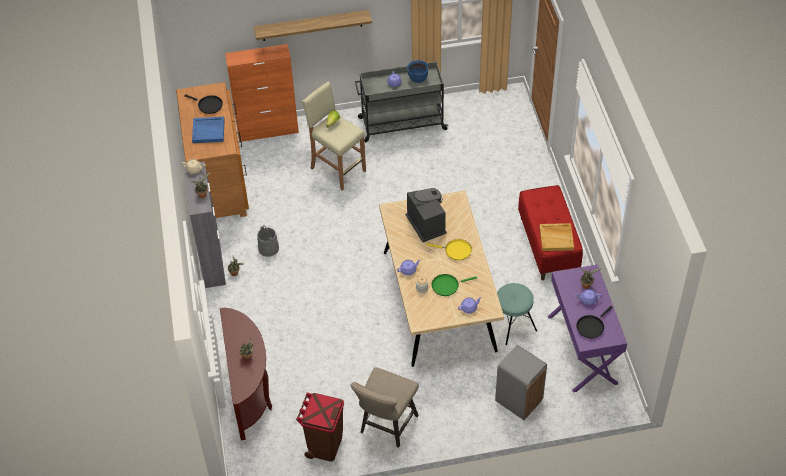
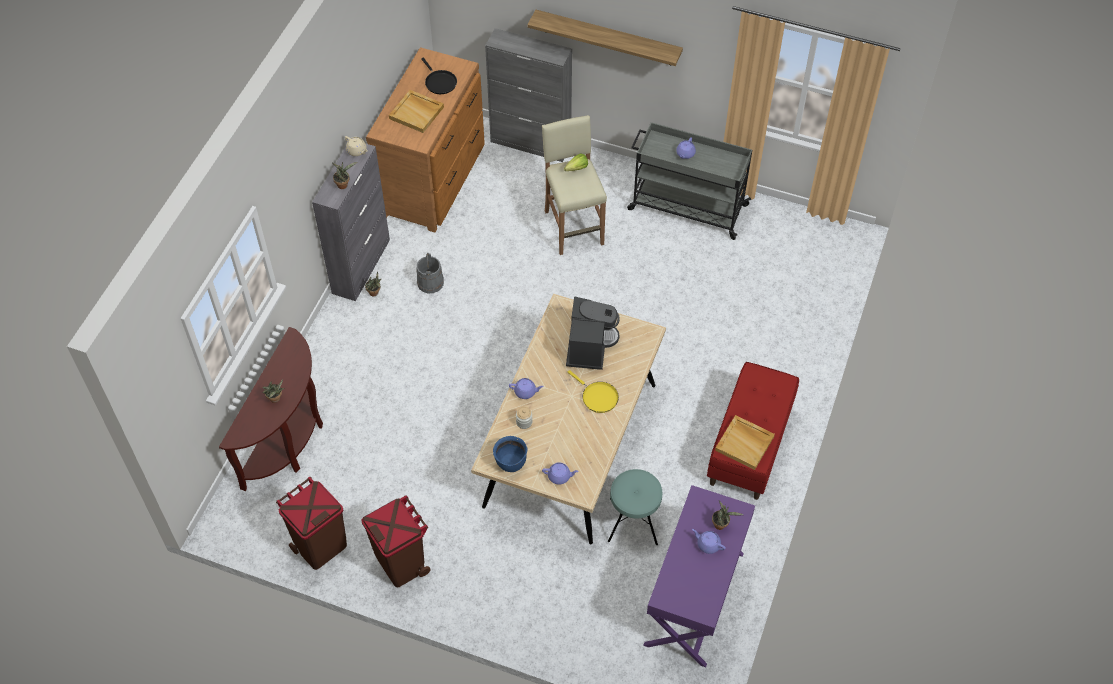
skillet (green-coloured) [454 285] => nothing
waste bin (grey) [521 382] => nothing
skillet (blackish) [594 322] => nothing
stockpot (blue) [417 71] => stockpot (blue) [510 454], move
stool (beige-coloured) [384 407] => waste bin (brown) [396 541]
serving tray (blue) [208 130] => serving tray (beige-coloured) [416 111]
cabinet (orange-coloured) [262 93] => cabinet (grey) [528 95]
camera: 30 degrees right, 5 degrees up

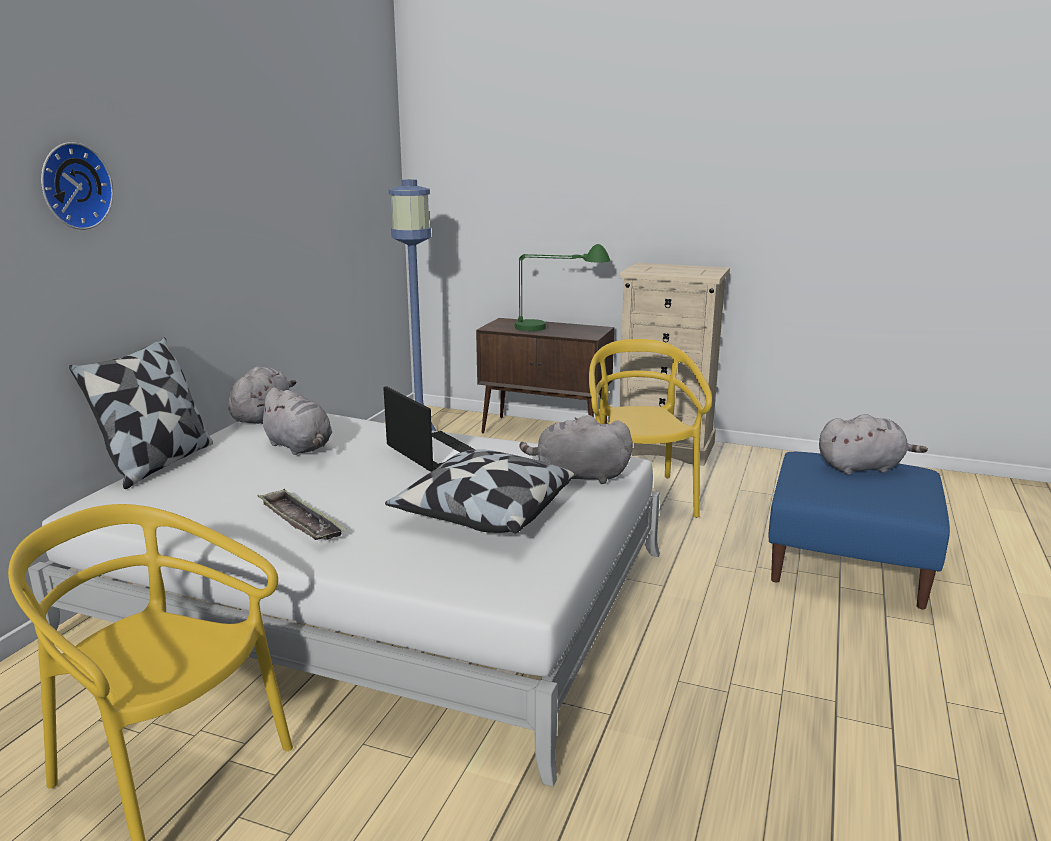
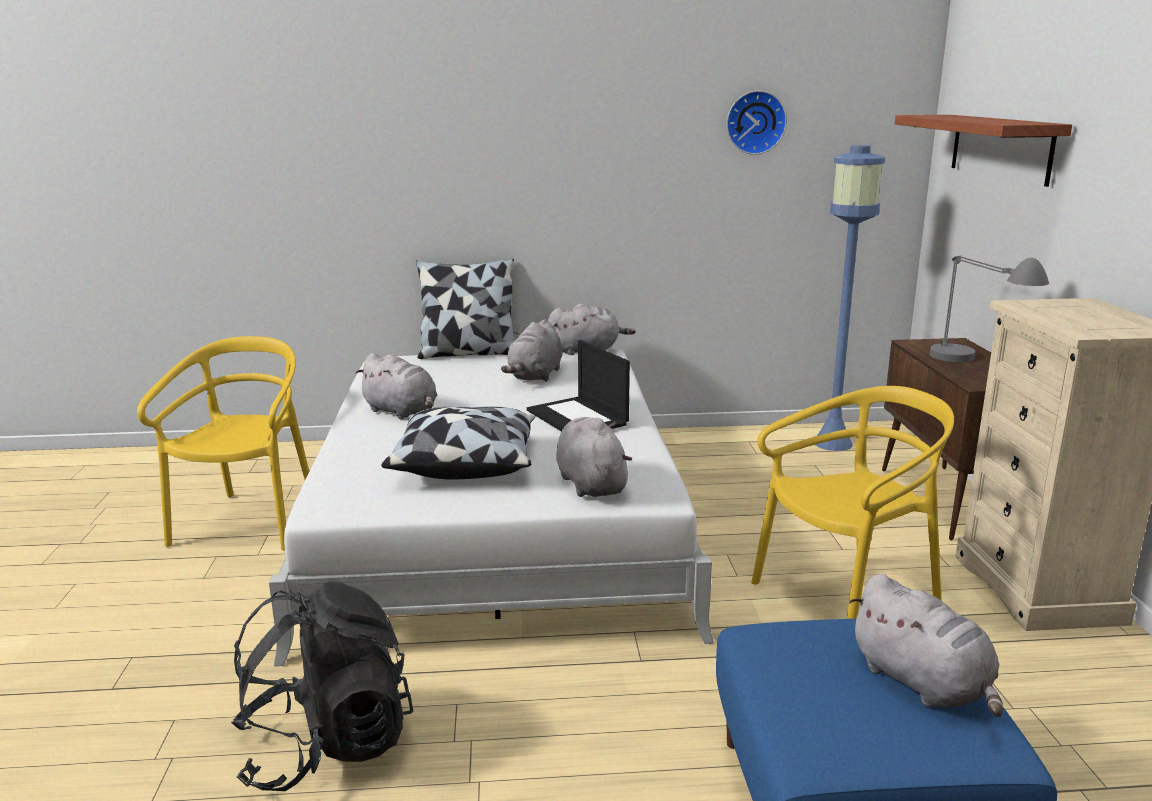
nothing => backpack (blackish) [322 686]
nothing => bracket shelf [983 151]
wall clock [77 186] => wall clock [756 122], move
serving tray [302 514] => soft toy (grey) [396 386]
table lamp (green-coloured) [562 287] => table lamp (grey) [989 308]
portable computer [429 429] => portable computer [578 385], 120 degrees clockwise
camera: 65 degrees right, 0 degrees up

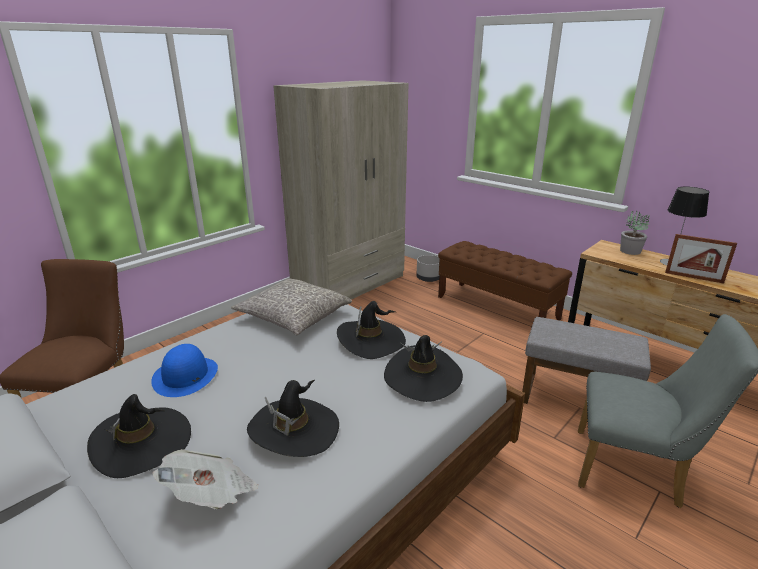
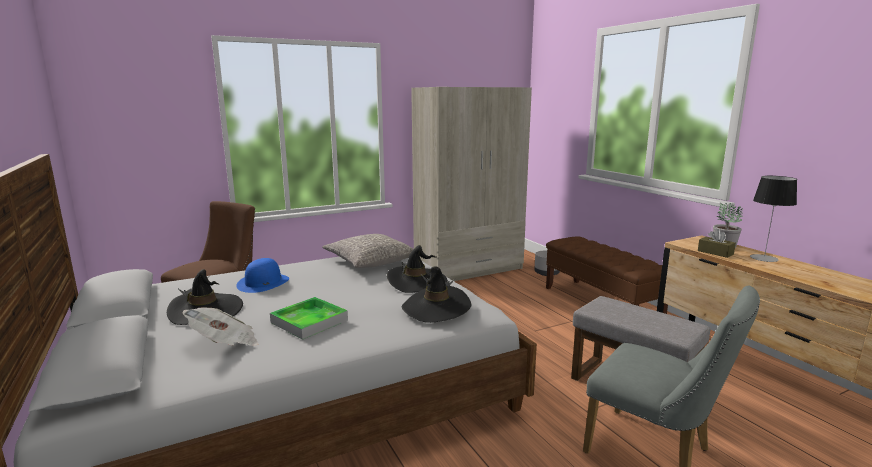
photo frame [701 259] => nothing
nothing => tissue box (brown) [717 243]
clothing hat (blackish) [293 418] => serving tray [309 318]
camera: 20 degrees right, 10 degrees down

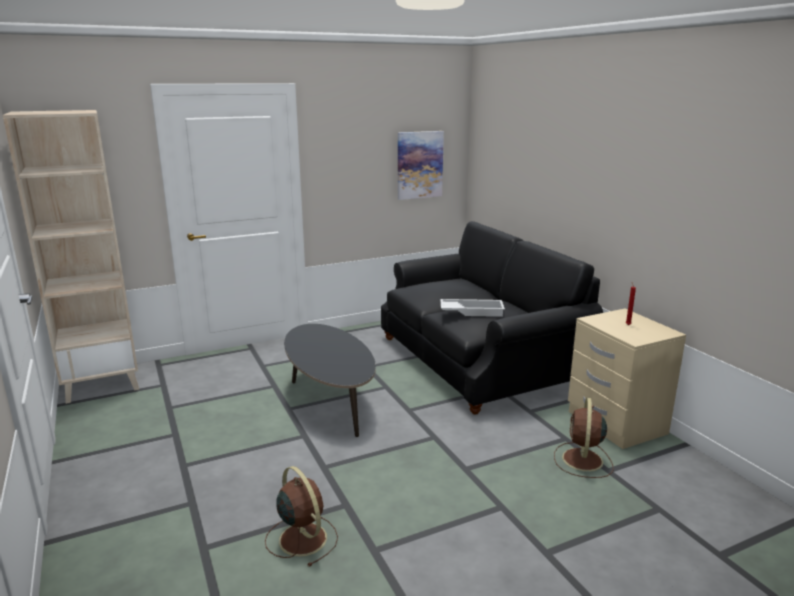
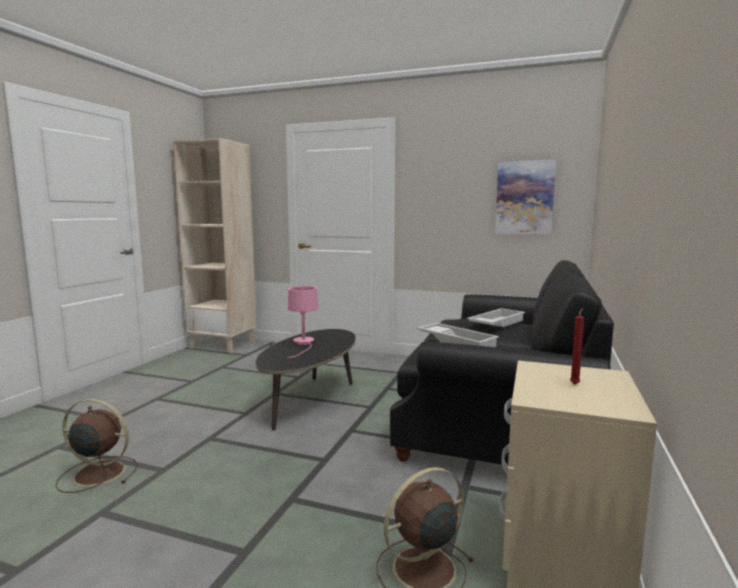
nothing => table lamp (pink-coloured) [303 322]
nothing => serving tray (whitish) [496 317]
cooling fan (brown) [301 516] => cooling fan (brown) [97 446], 90 degrees counterclockwise
camera: 45 degrees right, 10 degrees down

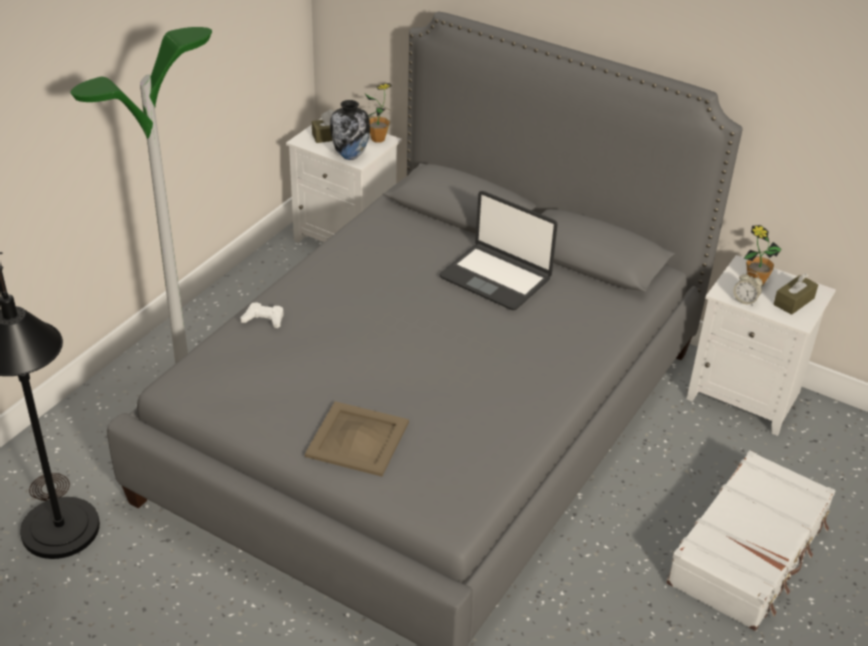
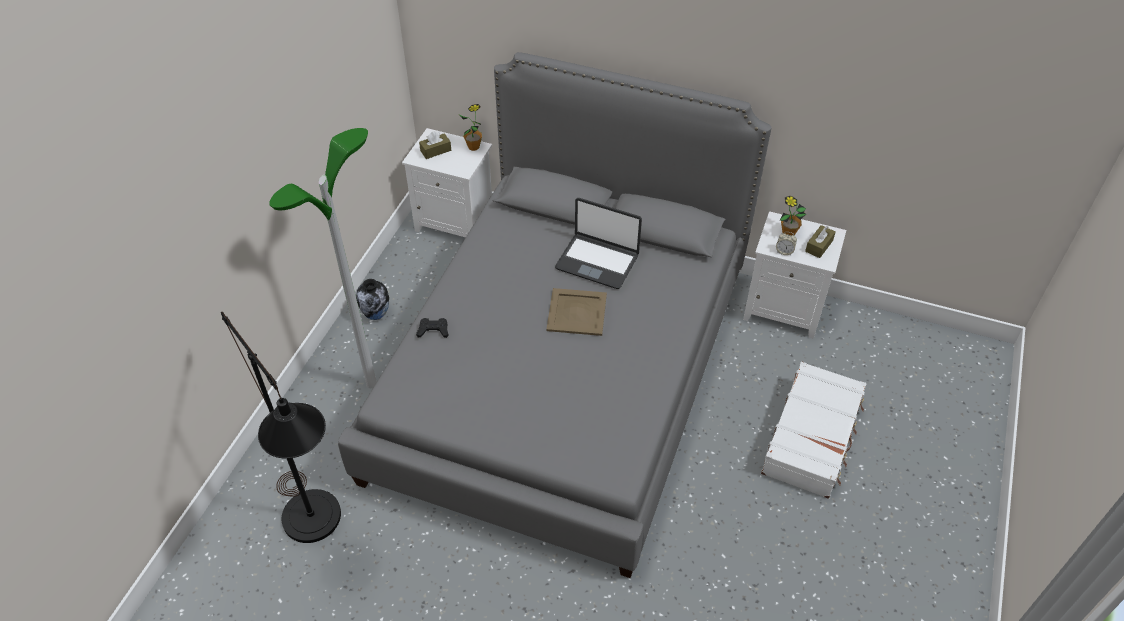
serving tray (beige-coloured) [357 439] => serving tray (beige-coloured) [576 312], move
vase [350 130] => vase [372 299], move
joypad (whitish) [262 315] => joypad (blackish) [432 328]
camera: 10 degrees left, 10 degrees up

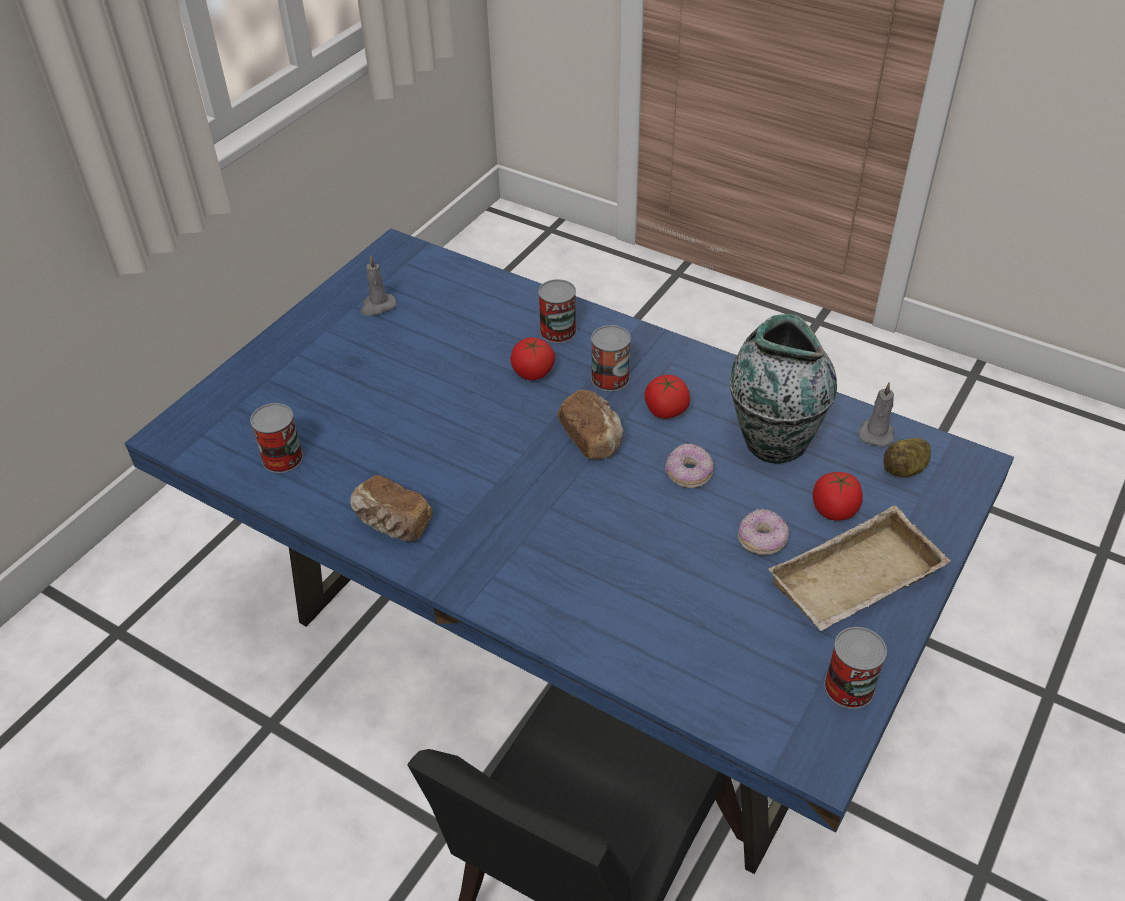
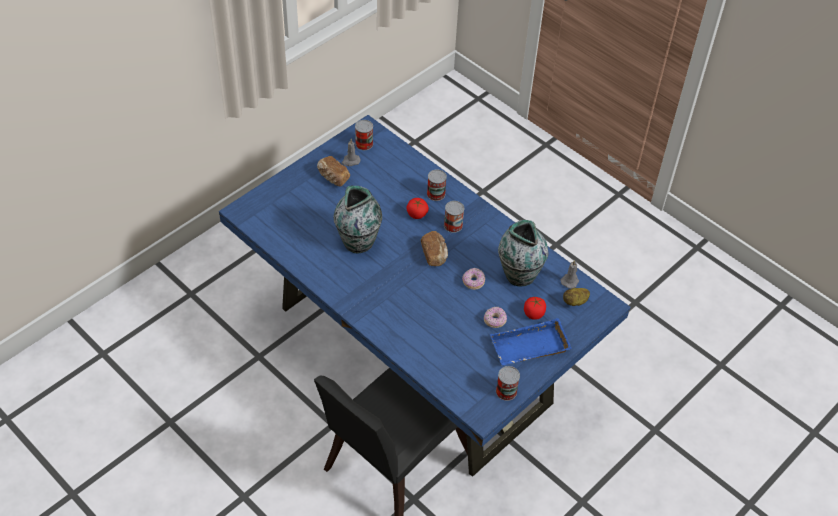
fresh tomato [667 397] => nothing
nothing => vase [358 219]
sealed can [276 438] => sealed can [364 135], move
baked bread [391 508] => baked bread [333 171], move
serving tray (beige-coloured) [859 568] => serving tray (blue) [531 342]
camera: 10 degrees right, 5 degrees up

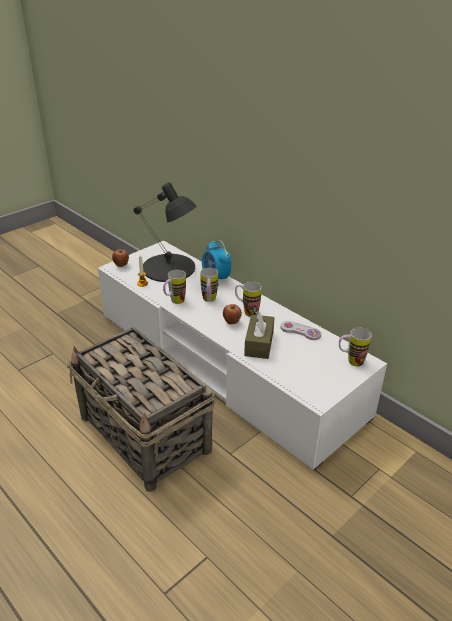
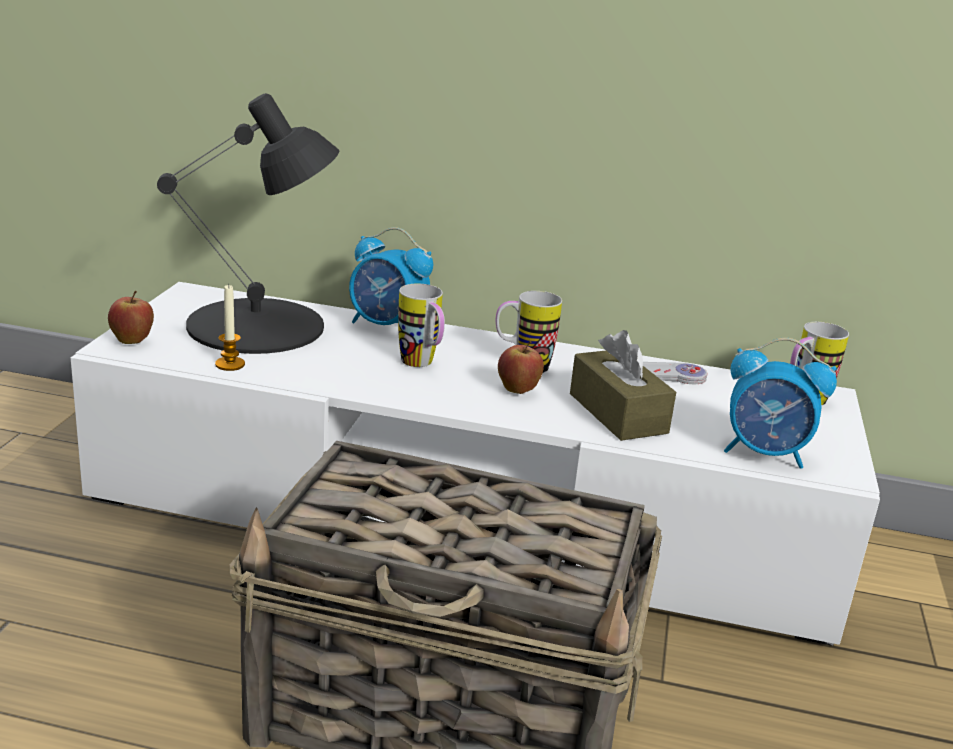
tea mug [174 287] => nothing
nothing => bedside clock [780 403]
camera: 35 degrees left, 10 degrees down

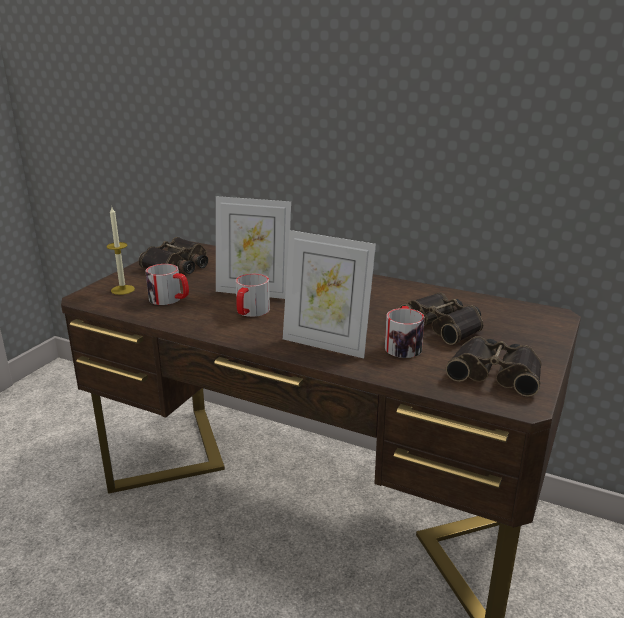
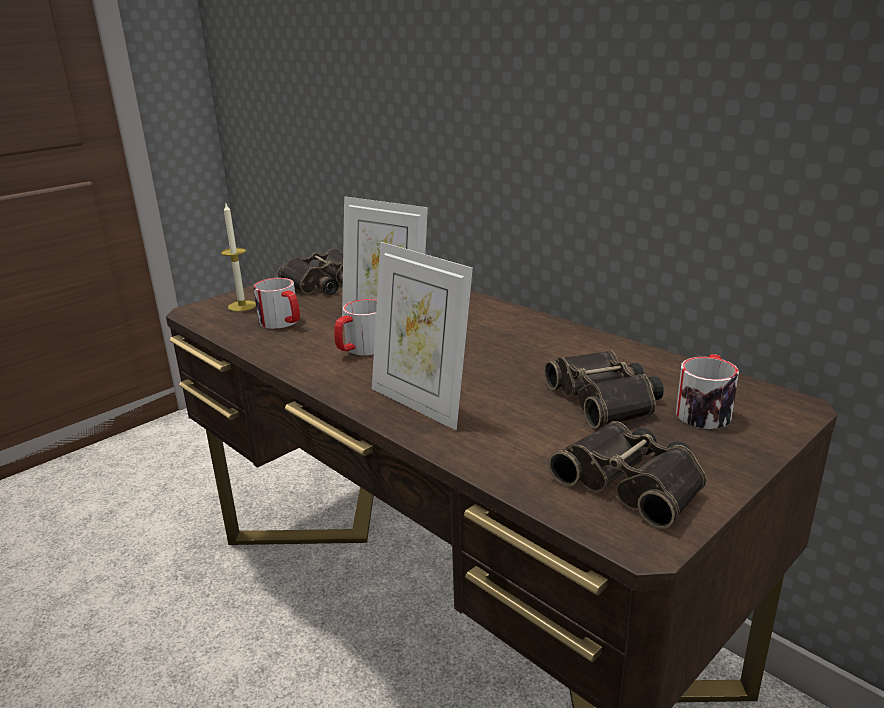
tea mug [405 332] => tea mug [707 391], move
camera: 20 degrees right, 0 degrees up

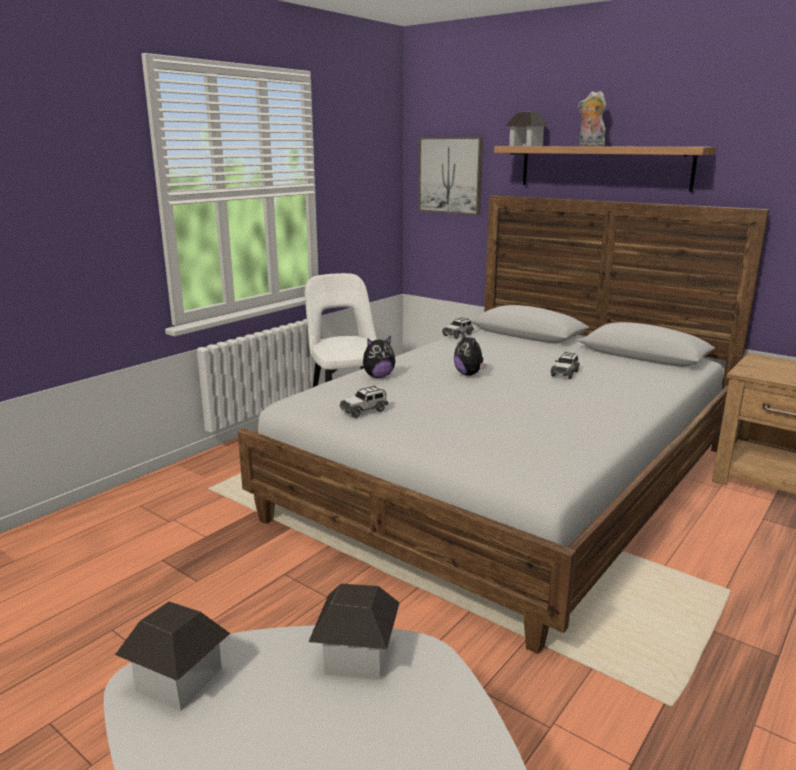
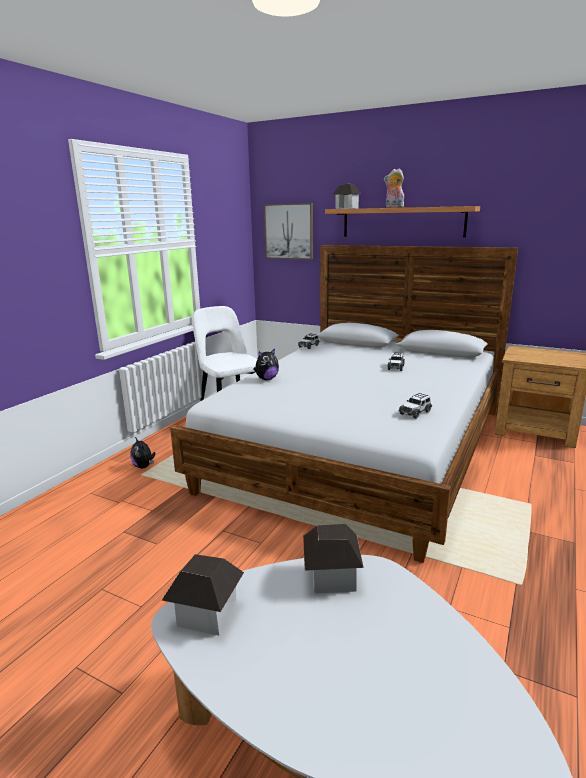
model car [364 402] => model car [415 406], move
soft toy [470 354] => soft toy [143 453], move
camera: 10 degrees left, 0 degrees up

